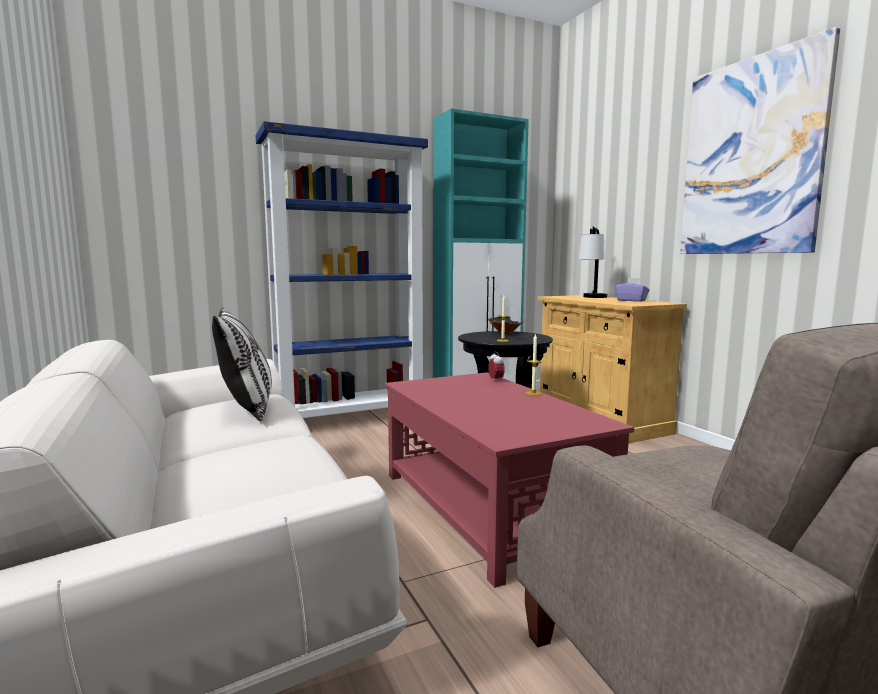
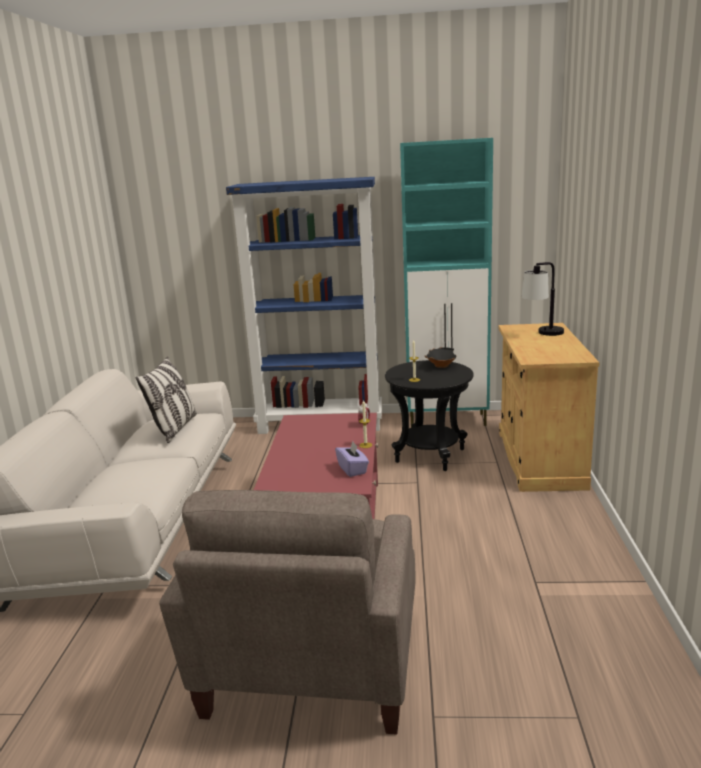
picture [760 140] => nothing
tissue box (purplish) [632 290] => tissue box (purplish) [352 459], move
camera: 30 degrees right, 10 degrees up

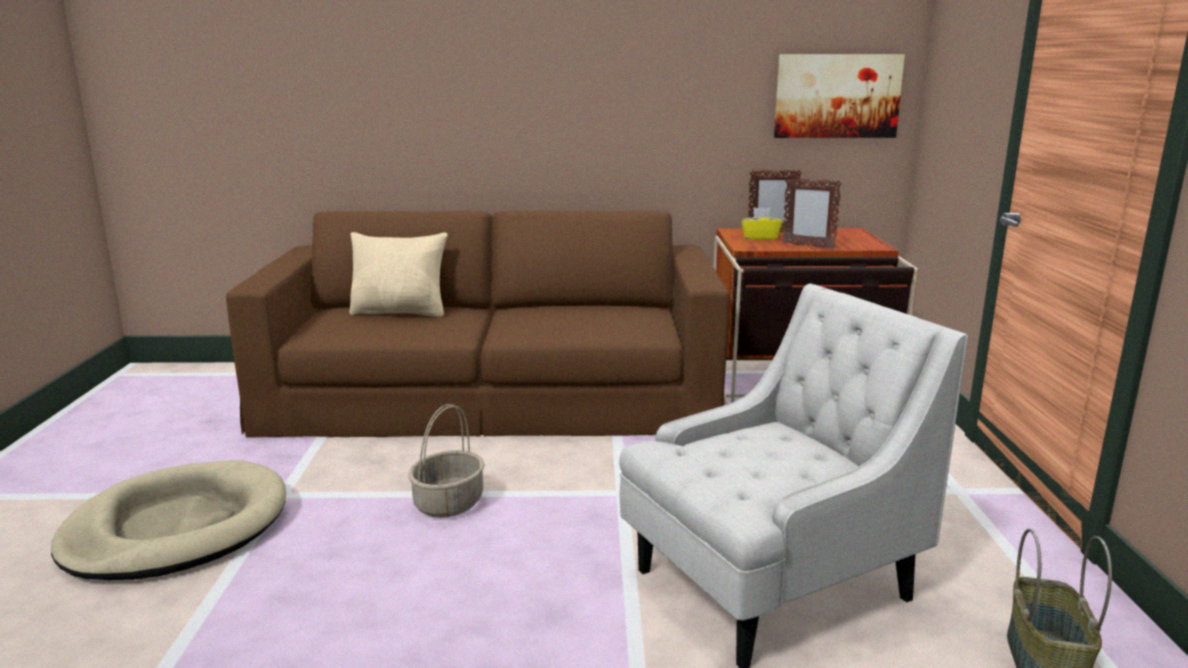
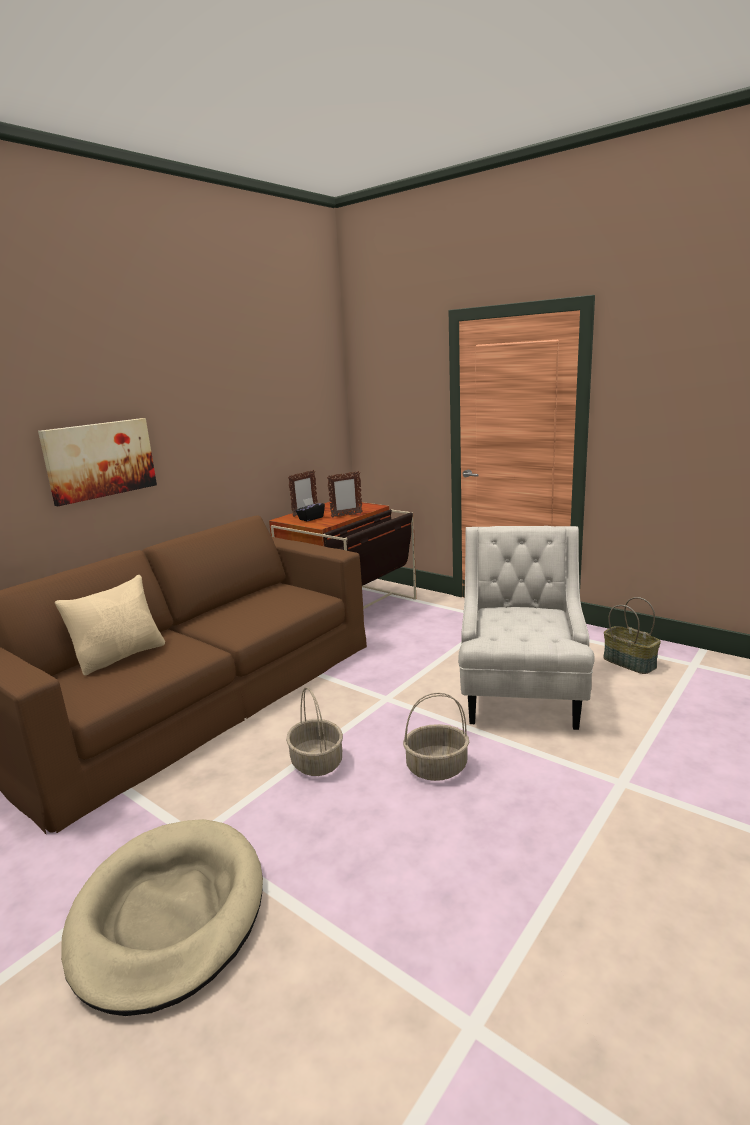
nothing => storage basket [436 737]
picture [839 96] => picture [97 462], move
tissue box (yellow-coloured) [761 223] => tissue box (blackish) [310 509]
camera: 50 degrees left, 0 degrees up

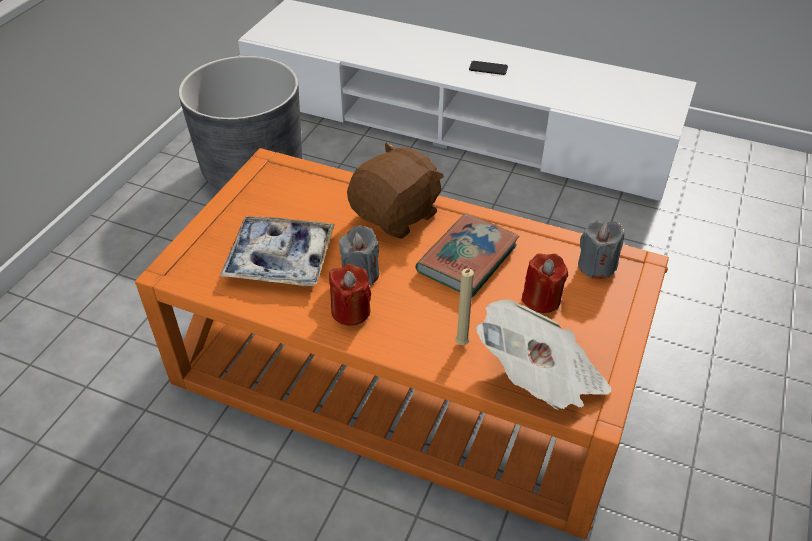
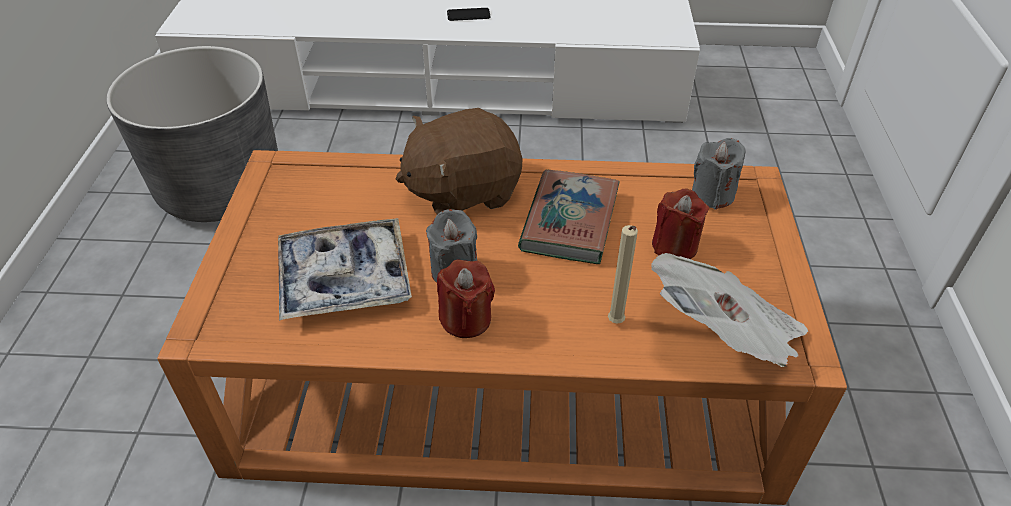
soft toy (brown) [395 190] => soft toy (brown) [459 161], 135 degrees counterclockwise
camera: 20 degrees left, 0 degrees up

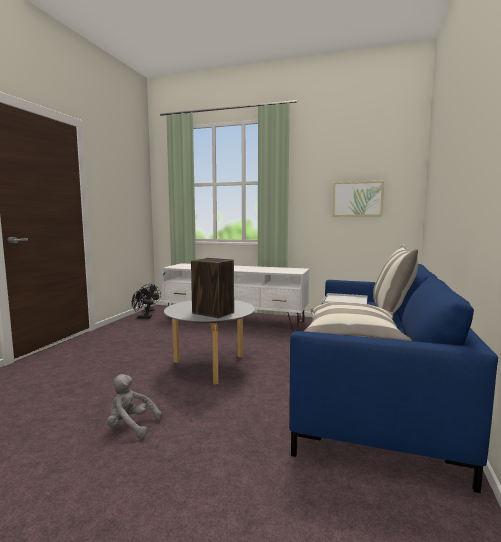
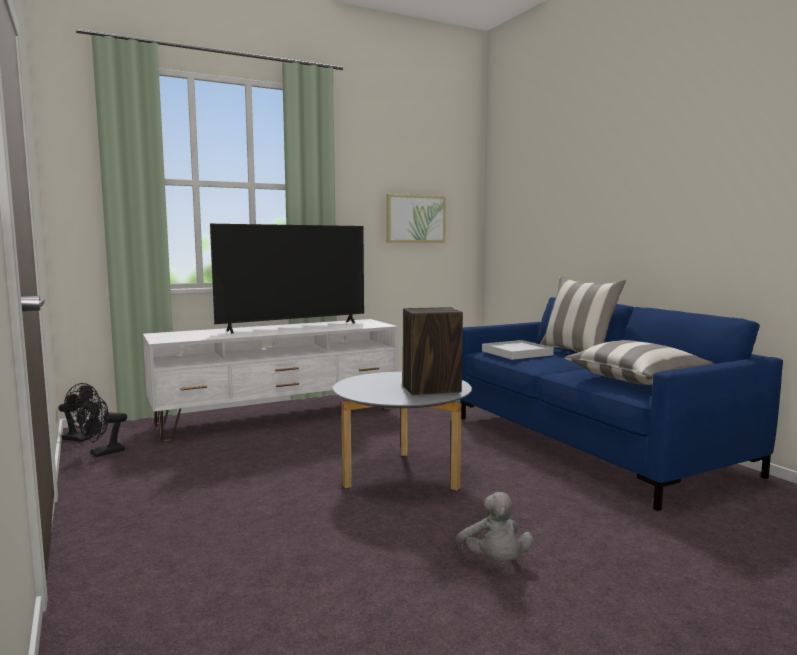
nothing => TV [287 279]
soft toy (grey) [134 405] => soft toy (grey) [494 527], 75 degrees counterclockwise
camera: 45 degrees left, 0 degrees up

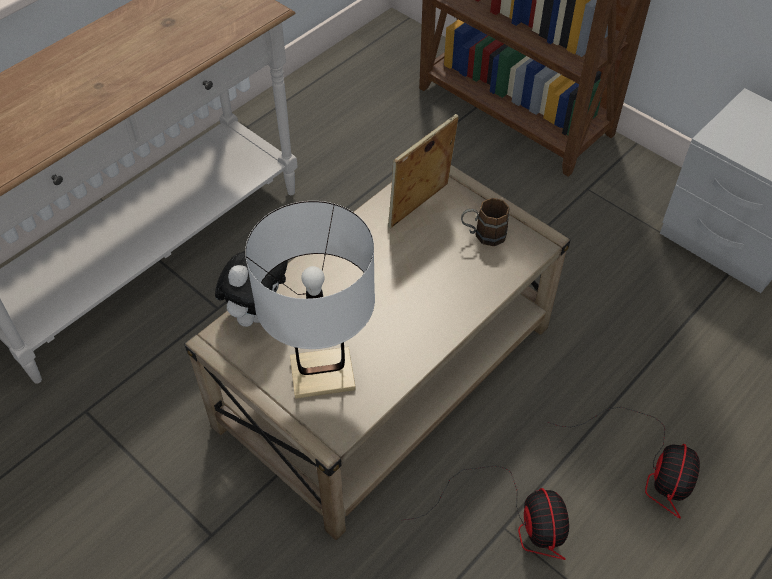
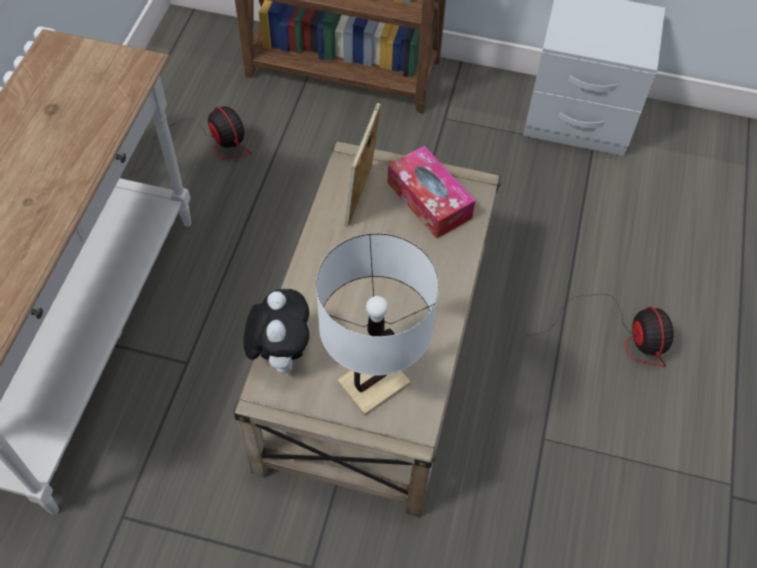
cooling fan [486 513] => cooling fan [190 140], move
tea mug (brown) [485 222] => tissue box [431 192]
camera: 30 degrees left, 5 degrees up

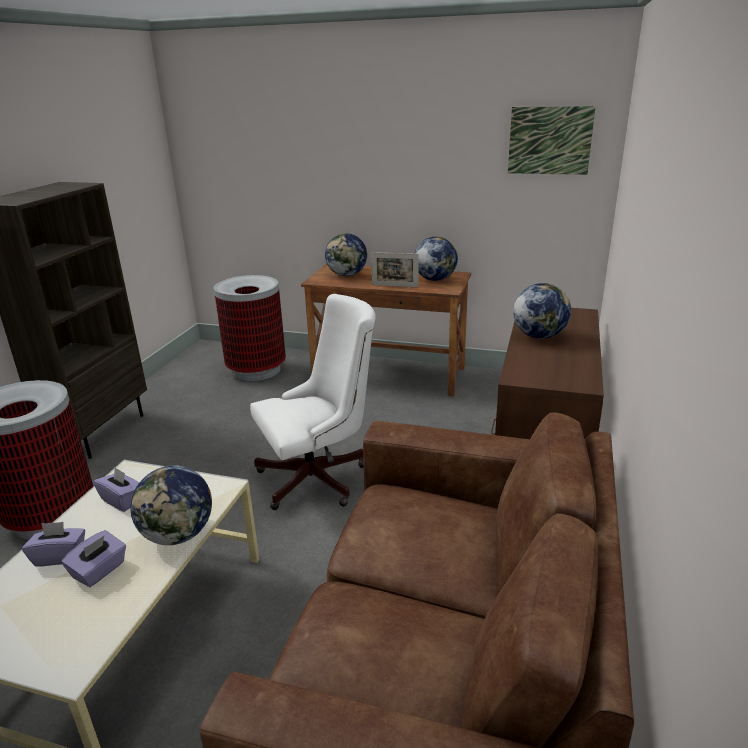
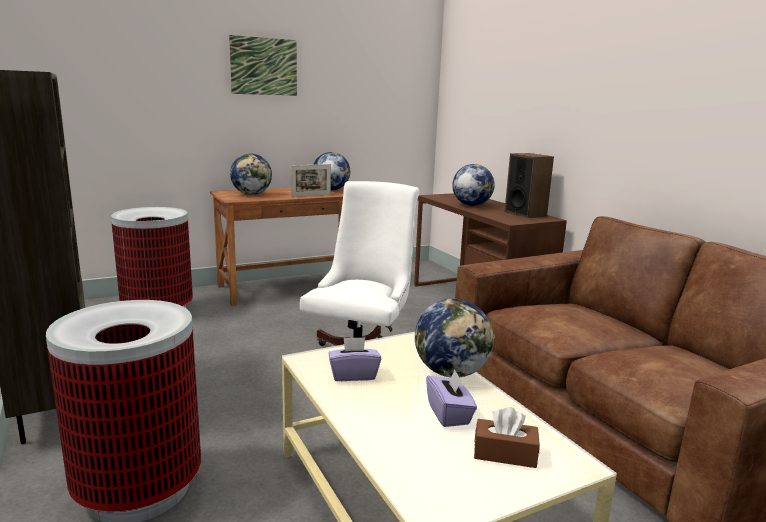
tissue box (purplish) [53 544] => nothing
nothing => tissue box (brown) [507 437]
nothing => audio speaker [529 185]
picture [552 140] => picture [263 65], move
camera: 45 degrees left, 10 degrees down

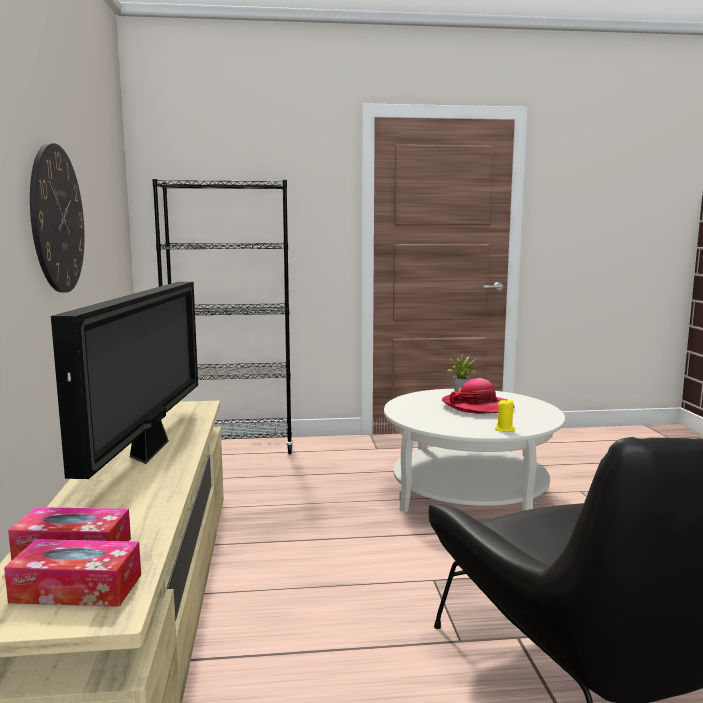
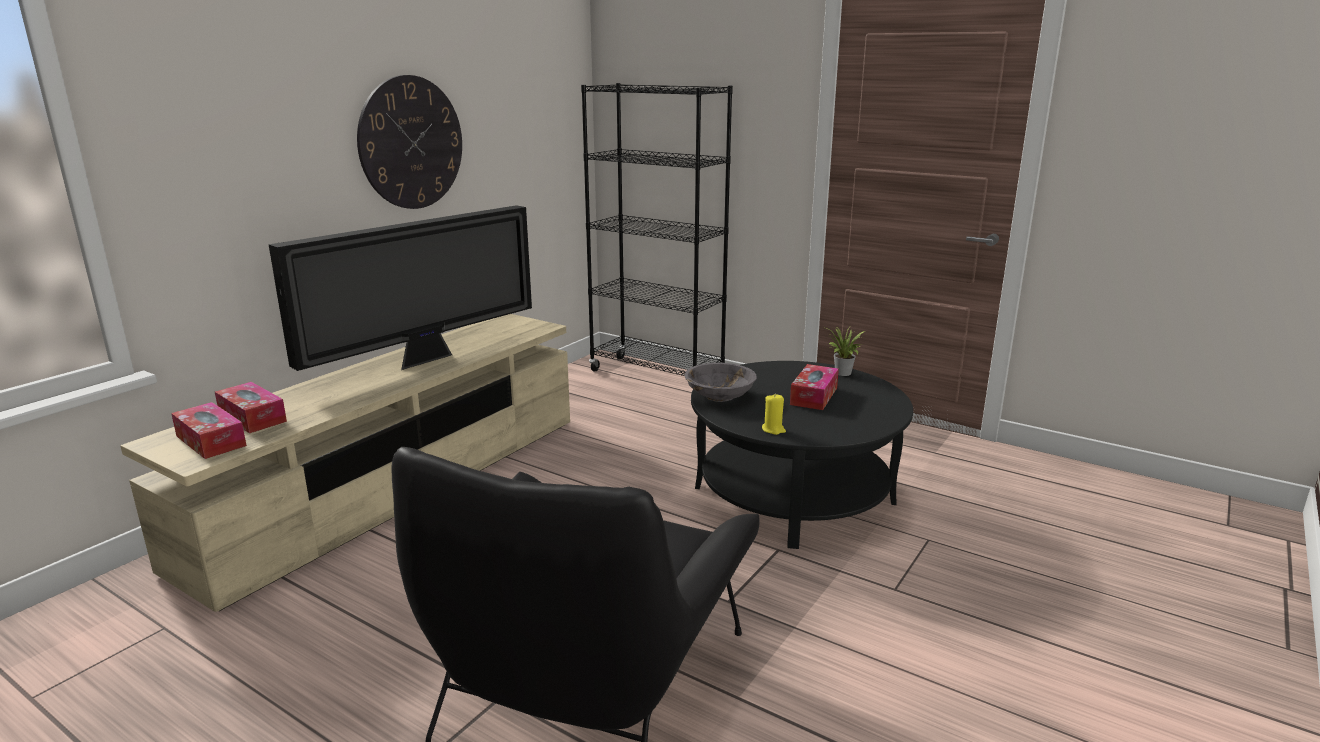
nothing => bowl (grey) [720 382]
clothing hat [478 396] => tissue box [814 387]
low table (whitish) [474 451] => low table (blackish) [802 455]
camera: 40 degrees right, 10 degrees up

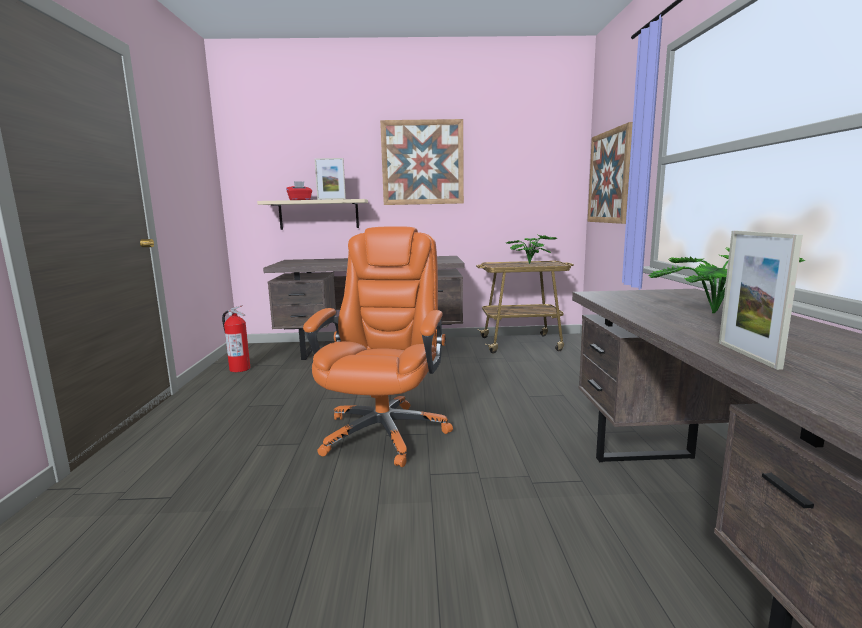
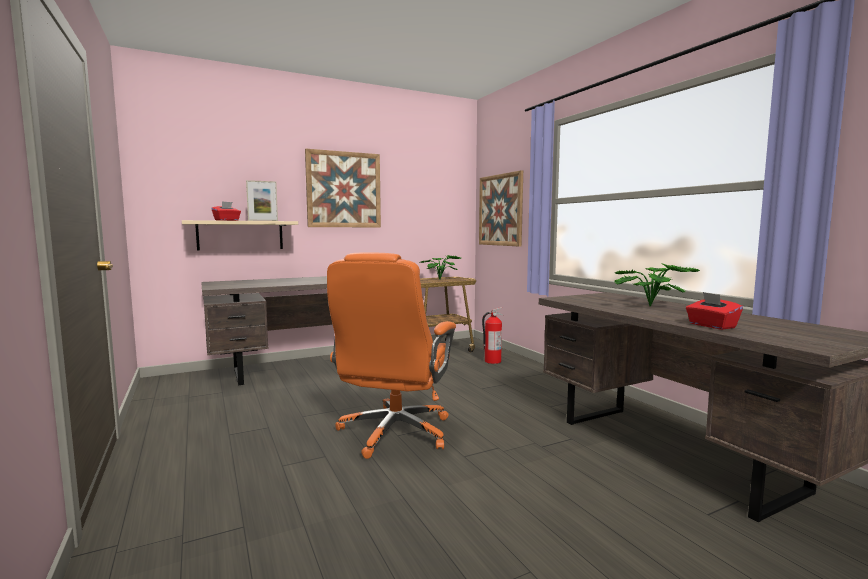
fire-fighting cylinder [236 338] => fire-fighting cylinder [493 335], move
photo frame [761 300] => tissue box (red-coloured) [714 311]
desk chair (orange-coloured) [378 346] => desk chair (orange-coloured) [391 355], 150 degrees counterclockwise
camera: 25 degrees left, 5 degrees down

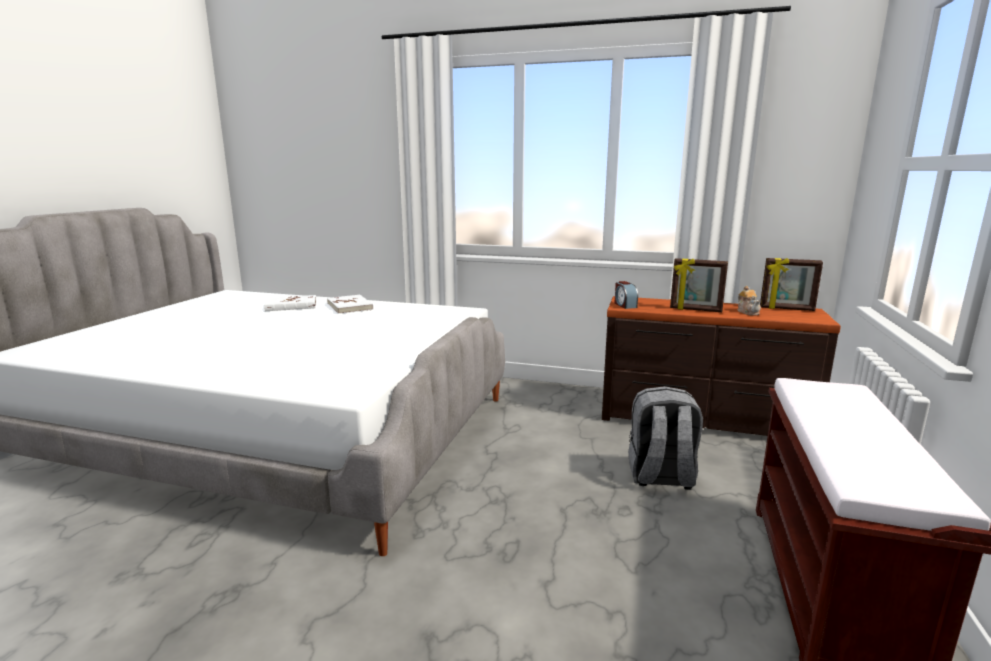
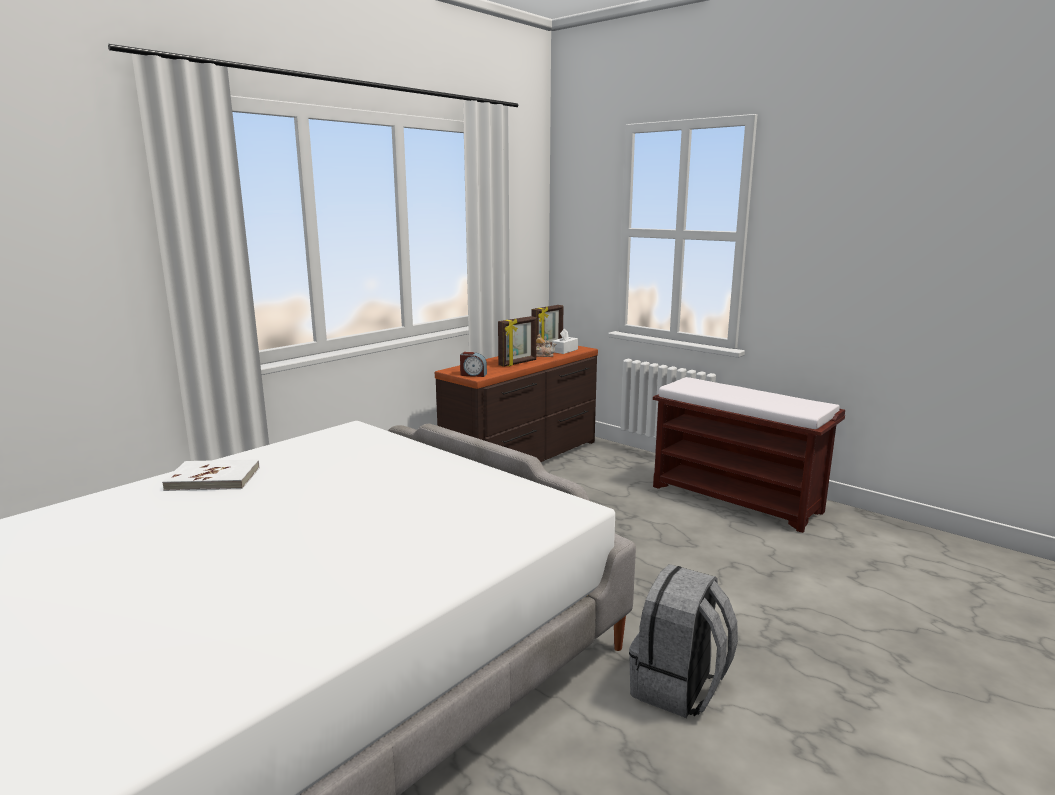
book (whitish) [290 303] => nothing
nothing => tissue box (whitish) [565 341]
backpack (grey) [665 438] => backpack (grey) [683 641], move
camera: 65 degrees left, 0 degrees up

